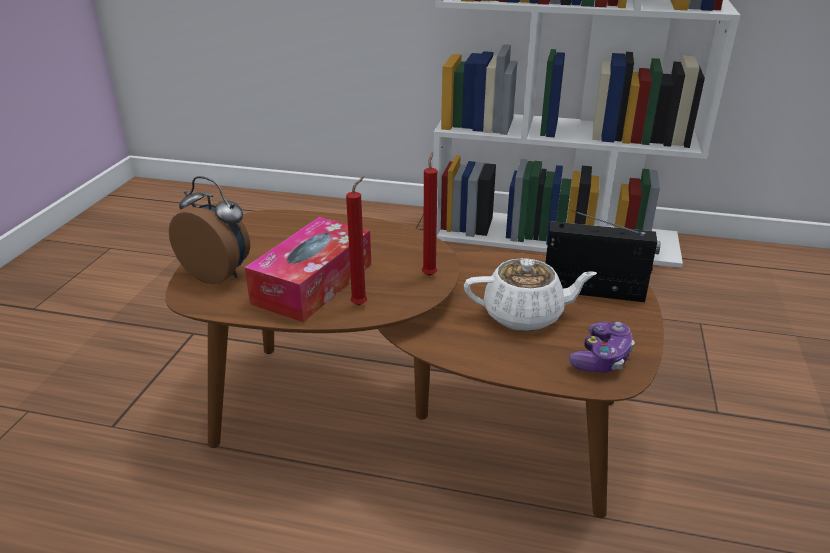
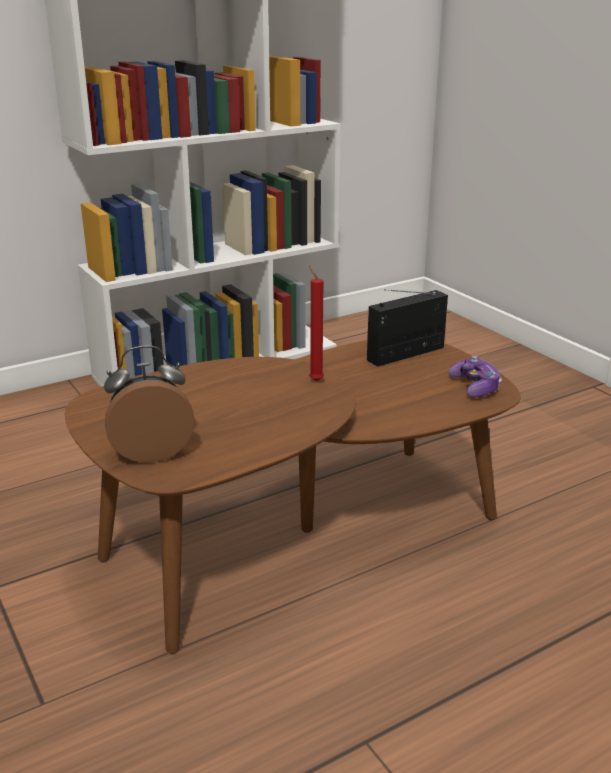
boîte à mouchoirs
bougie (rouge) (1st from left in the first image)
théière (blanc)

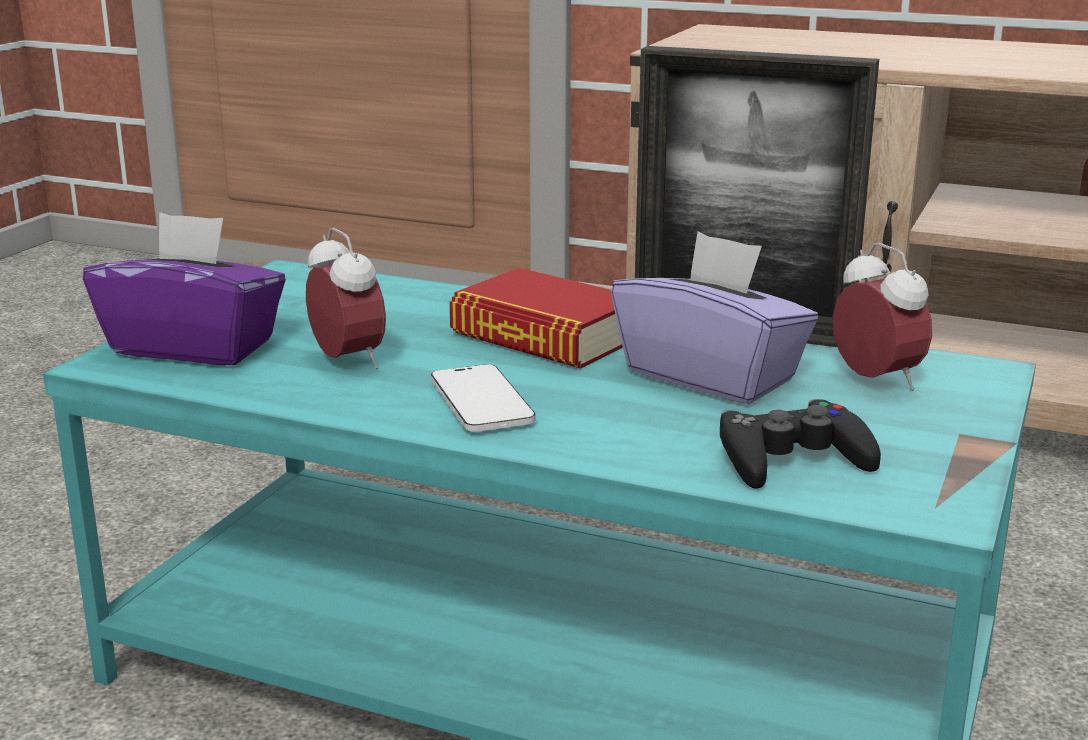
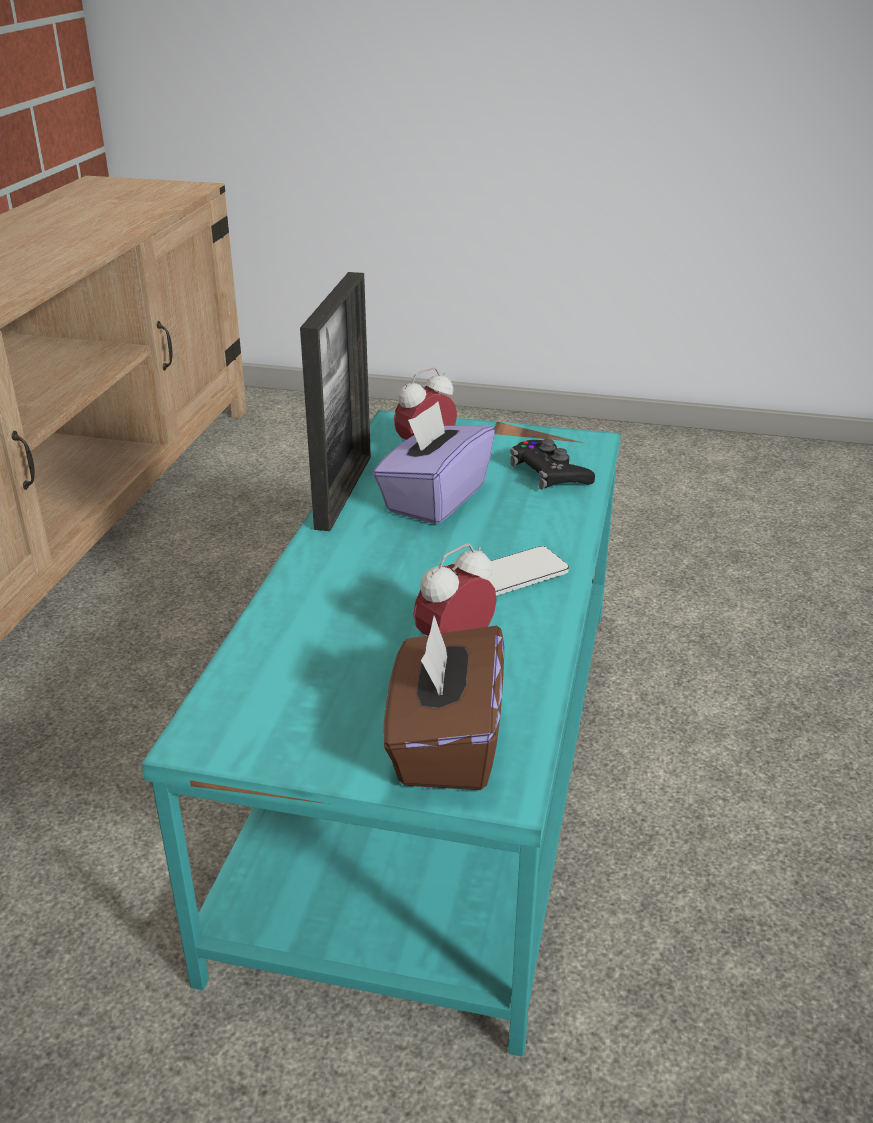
boîte à mouchoirs (marron)
livre

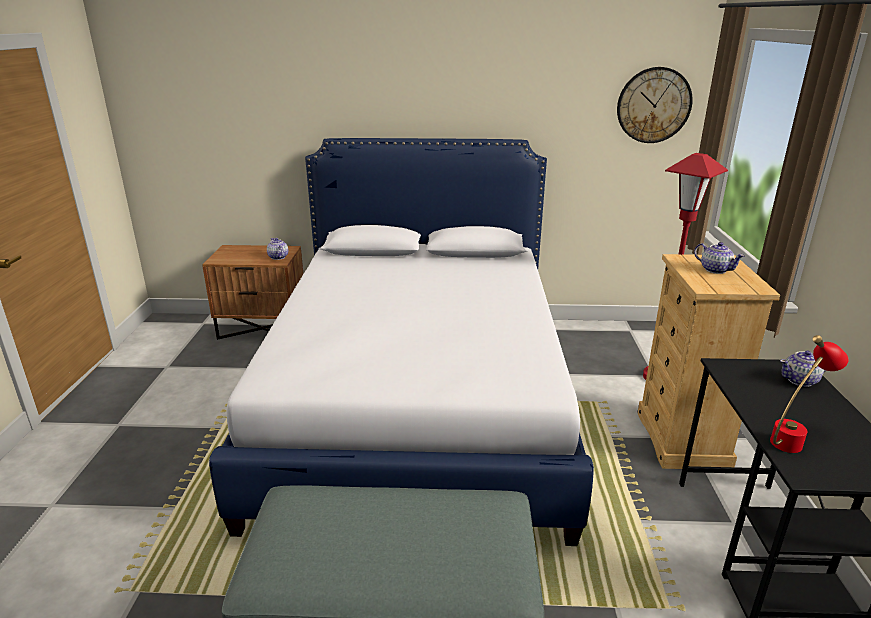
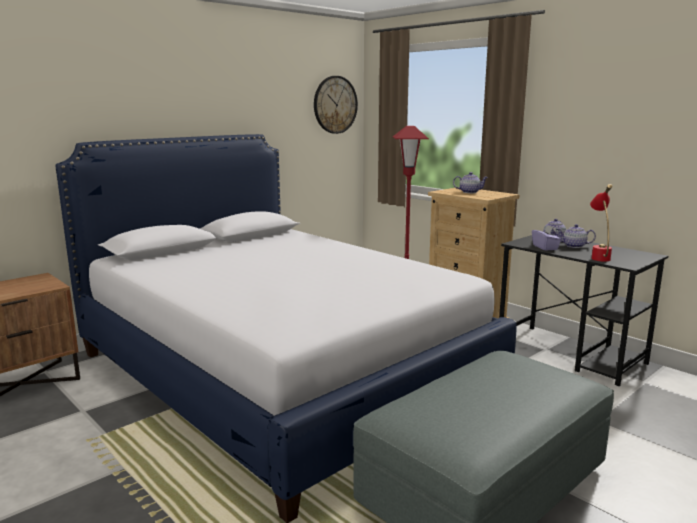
boîte à mouchoirs (violet)
théière (3rd from left)

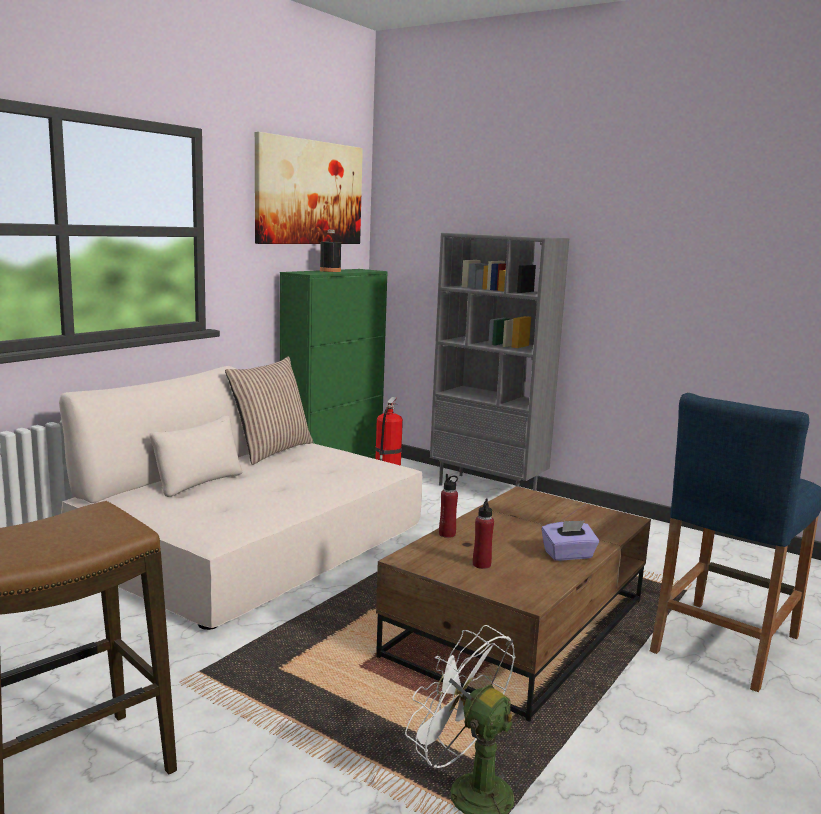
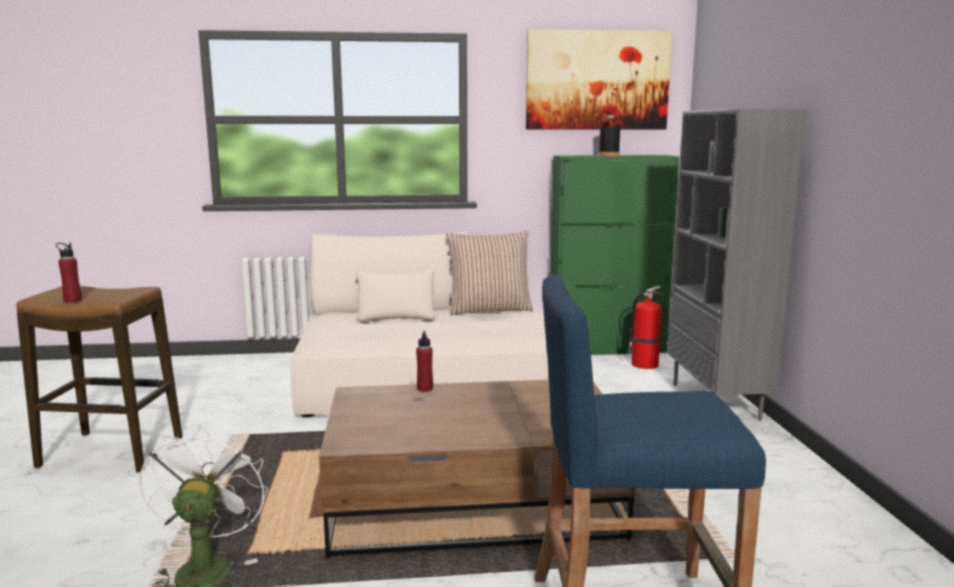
bouteille (rouge) (1st from left)
boîte à mouchoirs (violet)

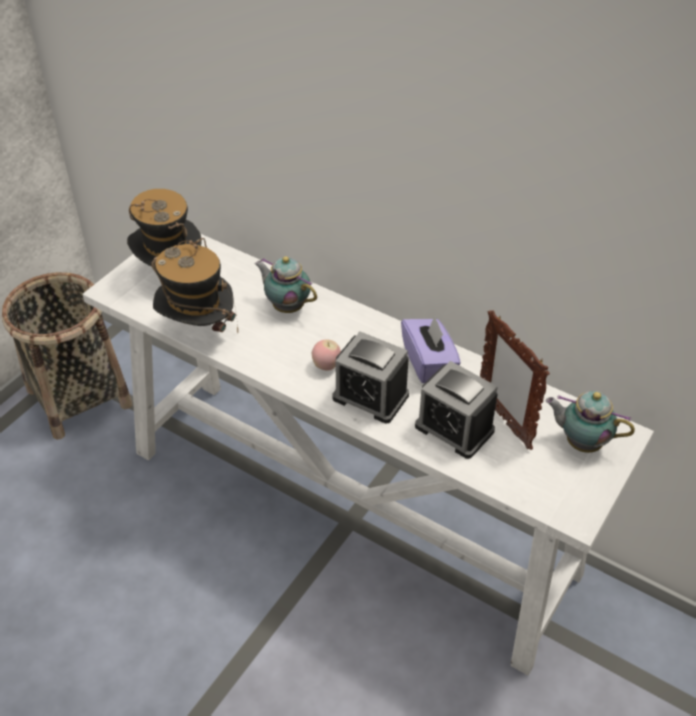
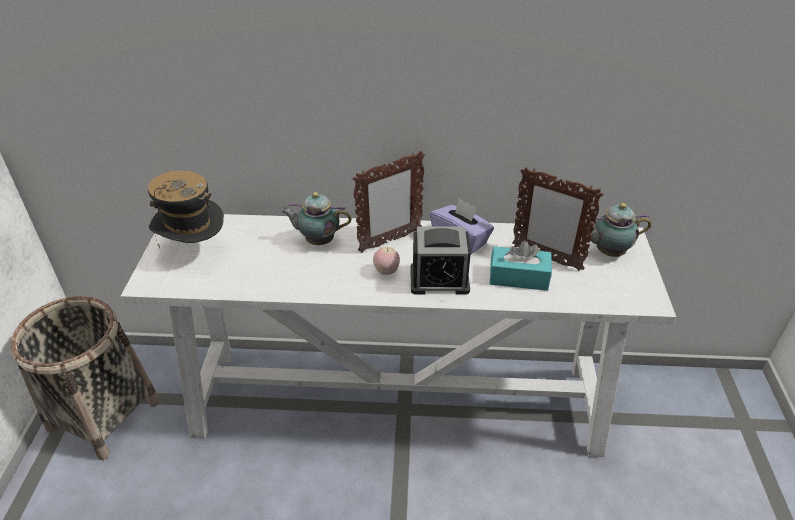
cadre photo (1st from left)
boîte à mouchoirs (turquoise)
chapeau (2nd from left in the first image)

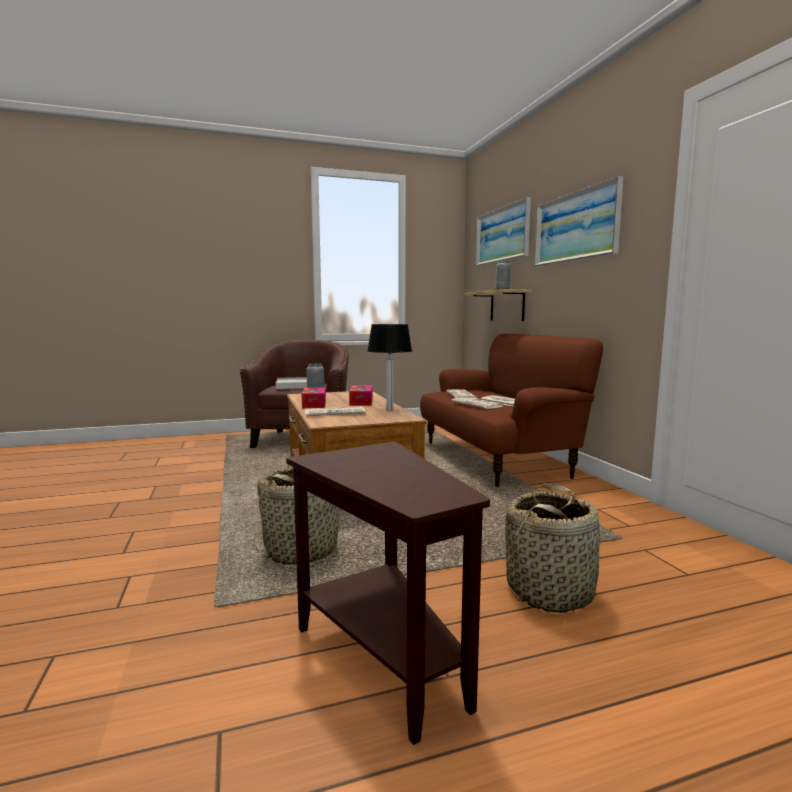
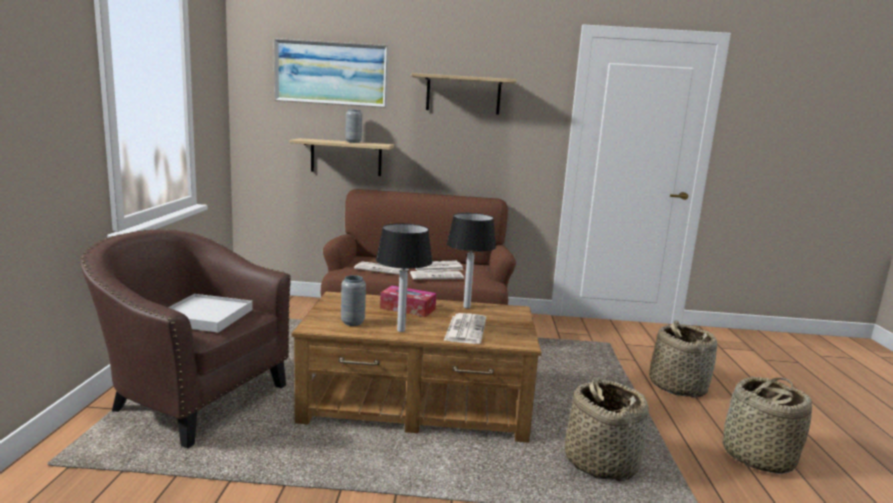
lampe de table (1st from left)
étagère (2nd from left)
panier (3rd from left)

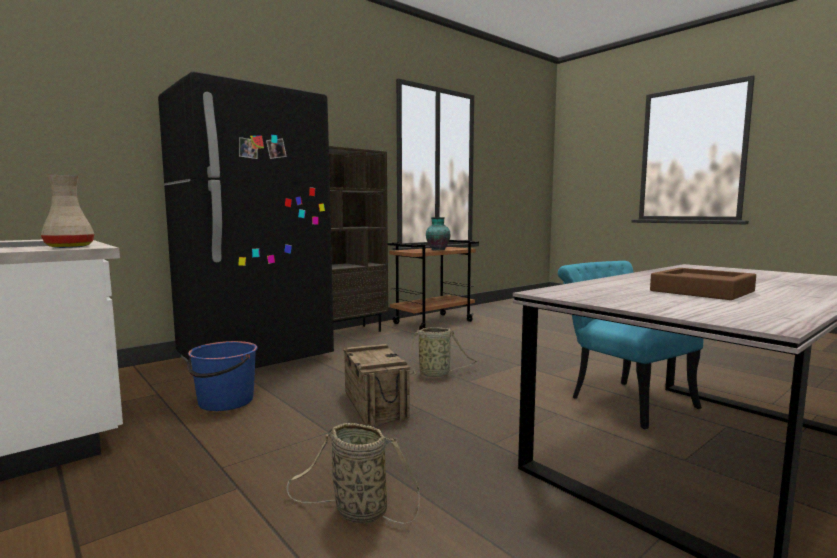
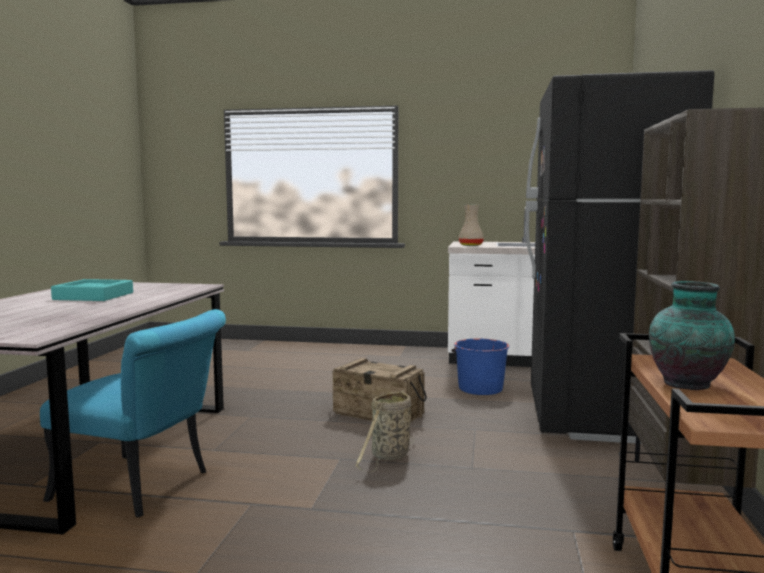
plateau (turquoise)
panier (1st from left in the first image)

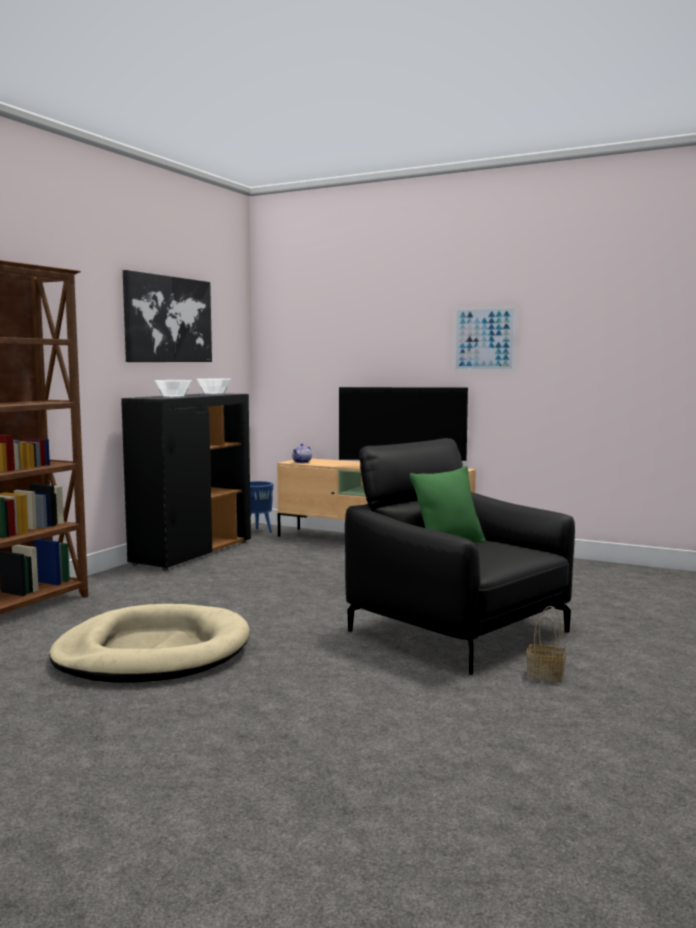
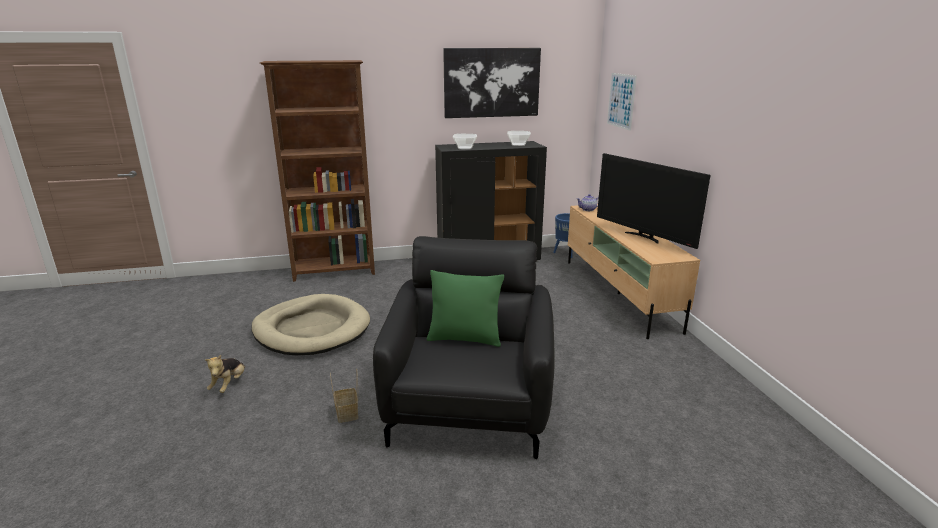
peluche
panier
tableau (2nd from left)

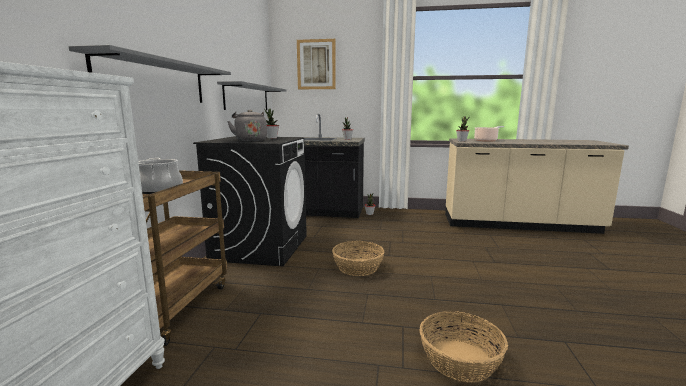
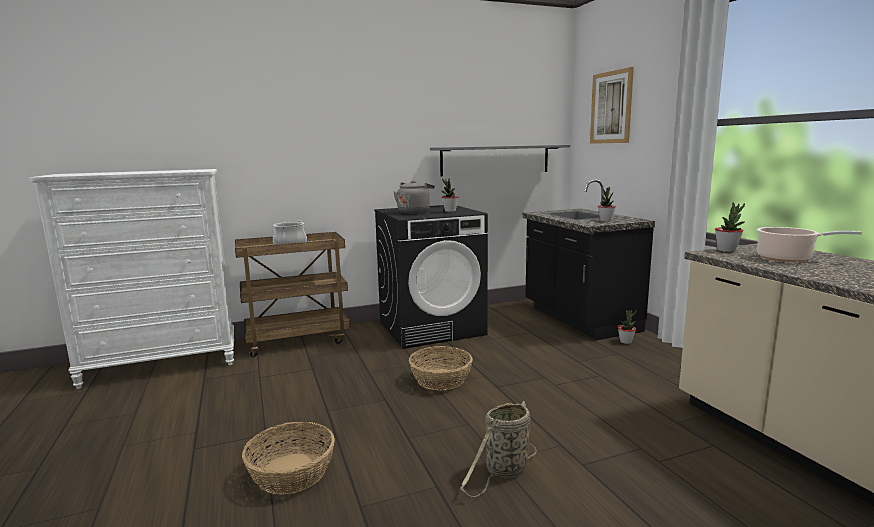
panier (3rd from left)
étagère (gris) (1st from left in the first image)

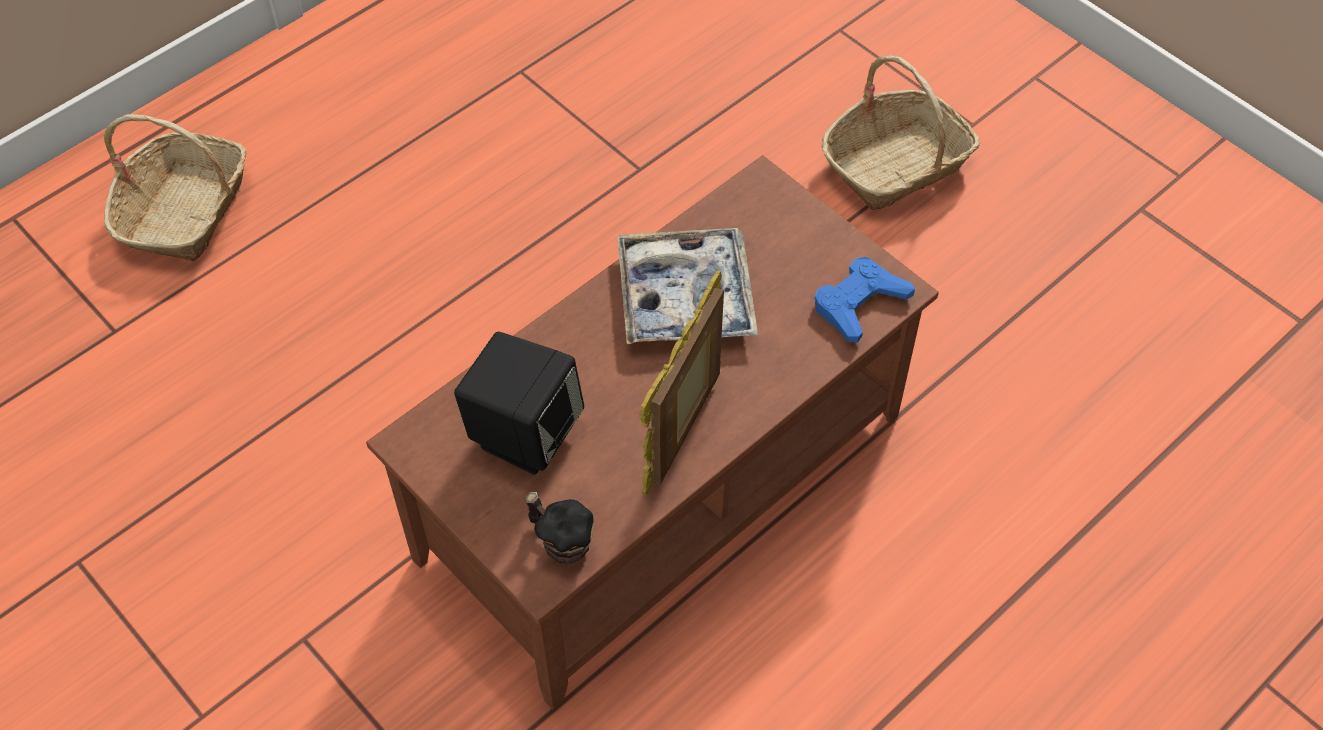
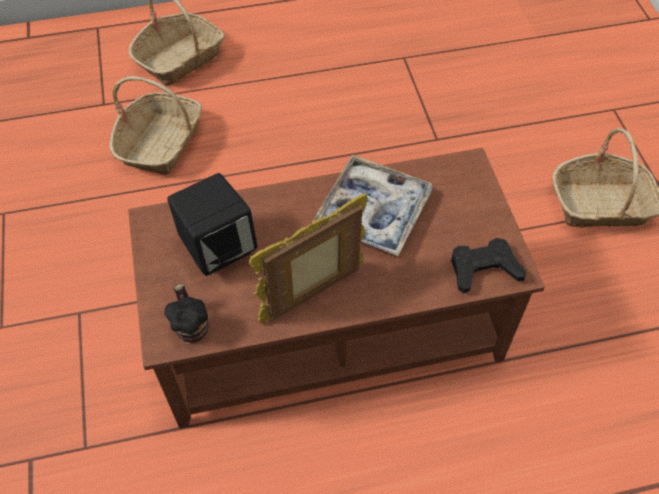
panier (1st from left)
manette (noir)

